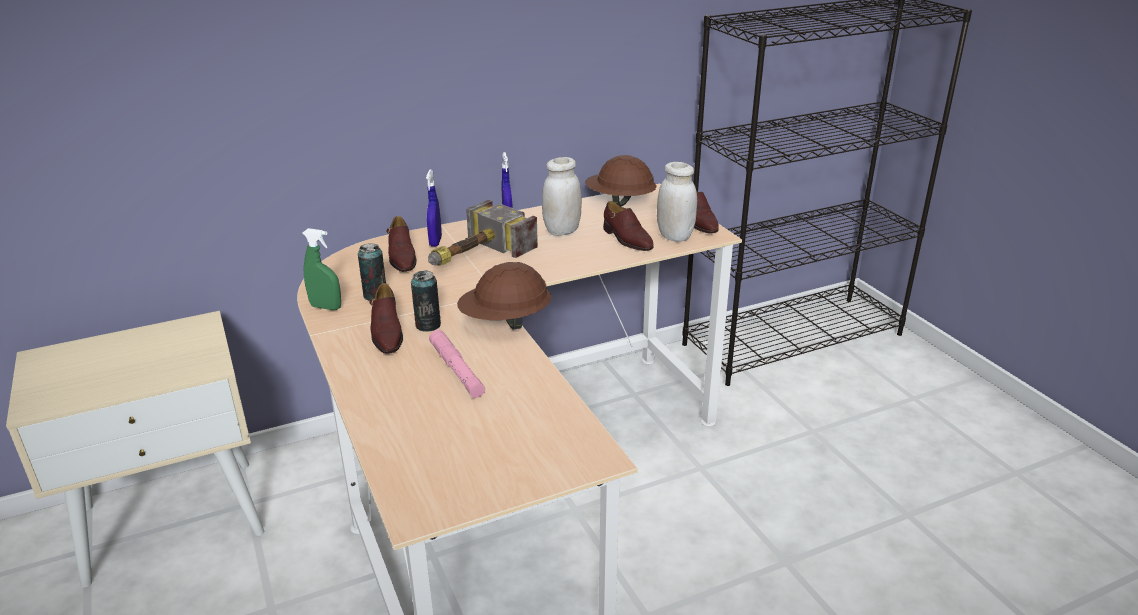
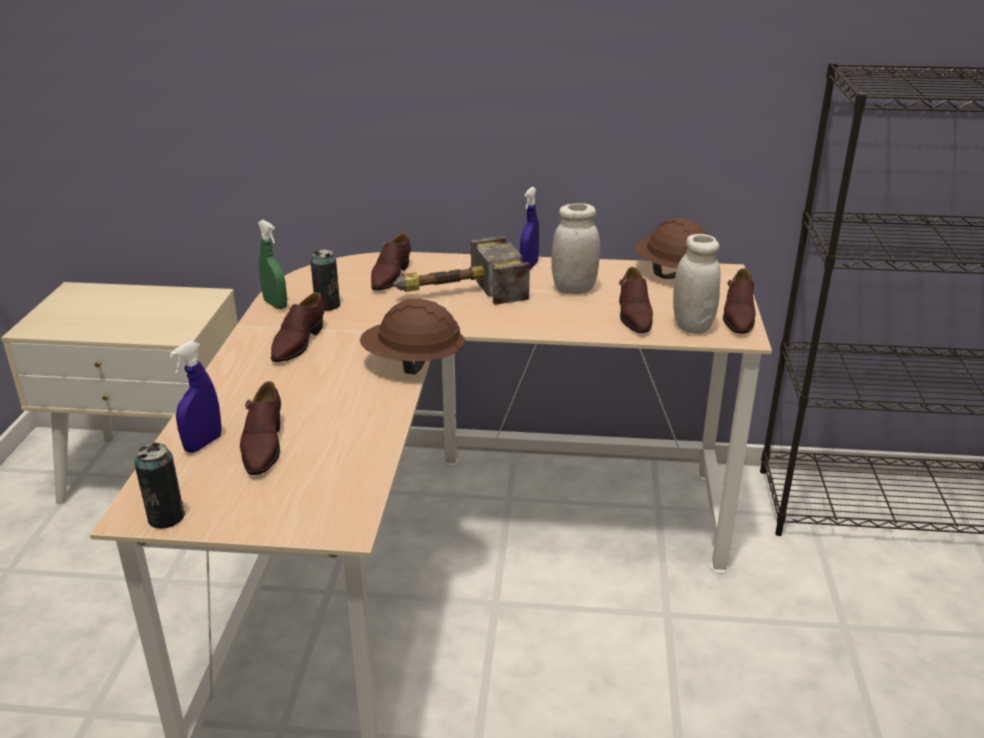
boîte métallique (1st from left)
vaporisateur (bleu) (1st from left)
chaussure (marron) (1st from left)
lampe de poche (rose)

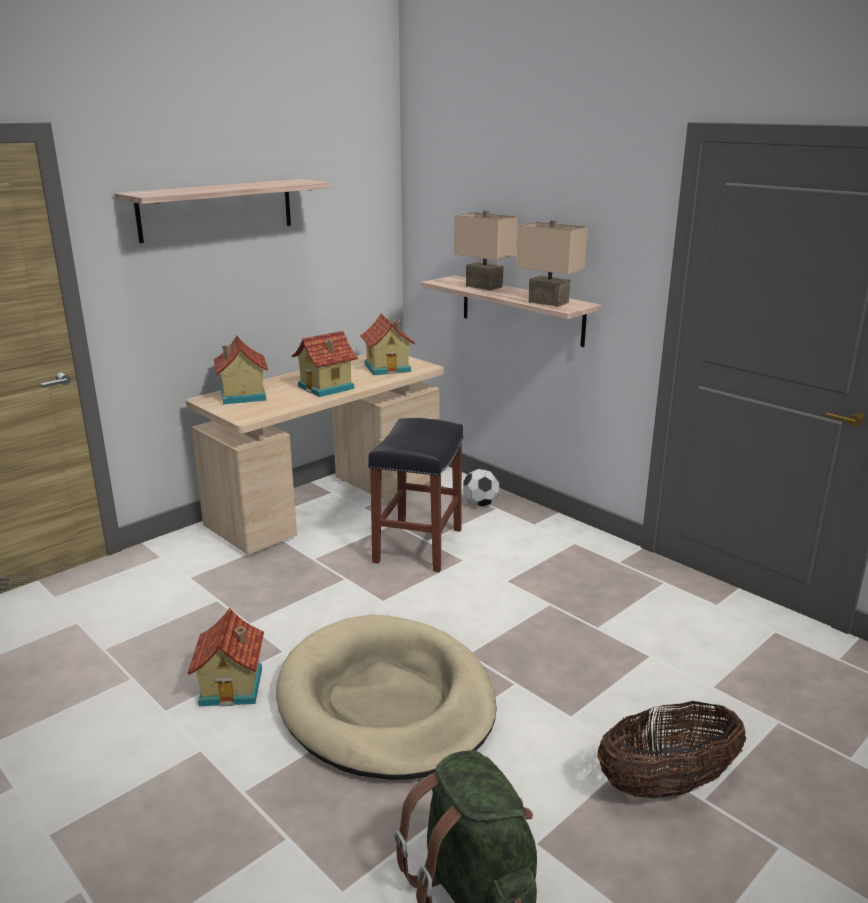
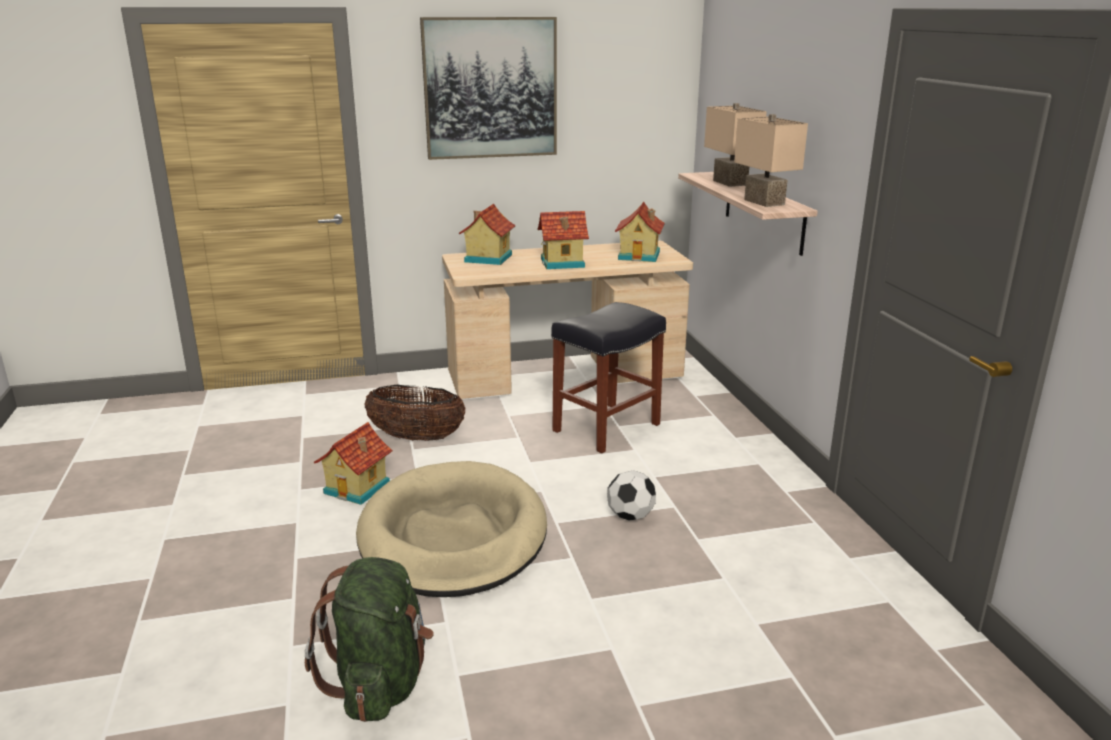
panier
tableau
ballon de foot

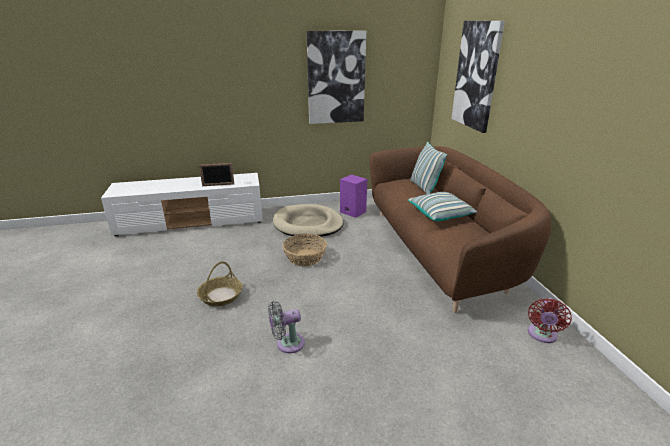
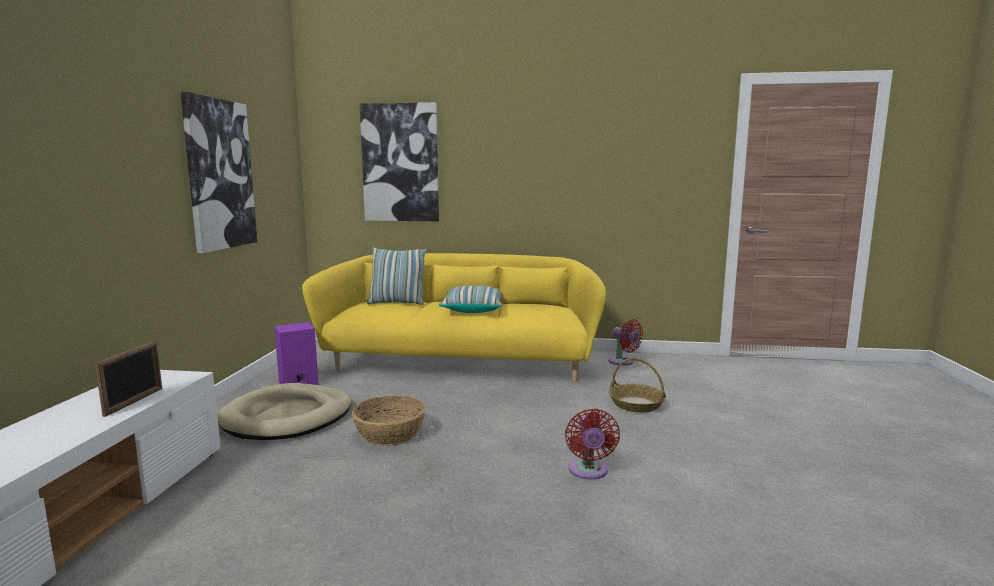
canapé (jaune)
ventilateur (rouge) (1st from left)
panier (2nd from left)

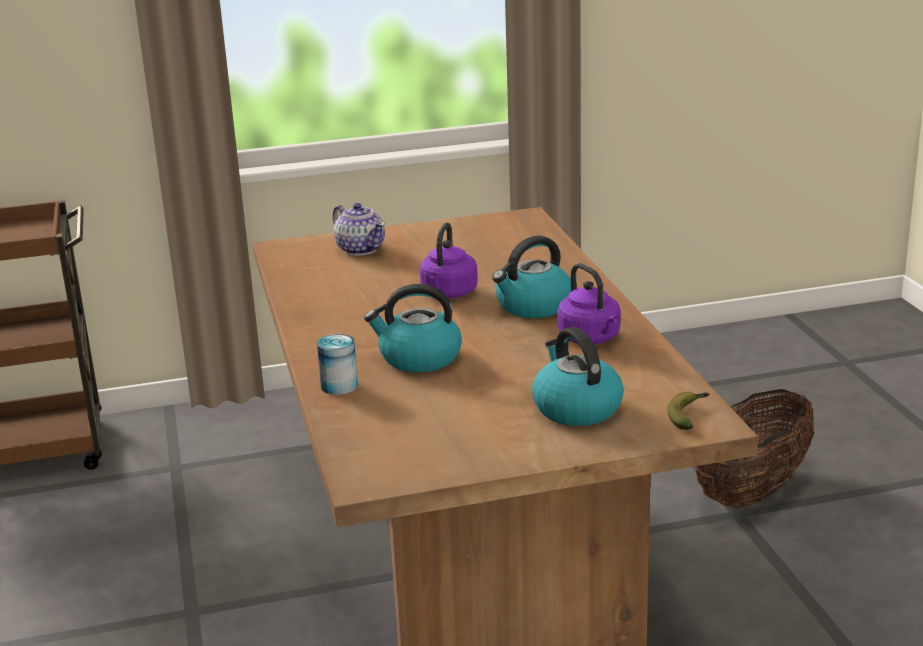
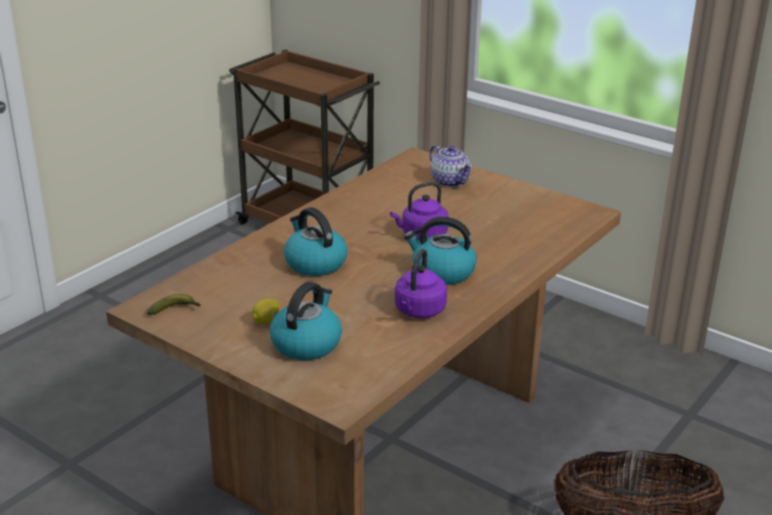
banane
citron
théière
boîte métallique

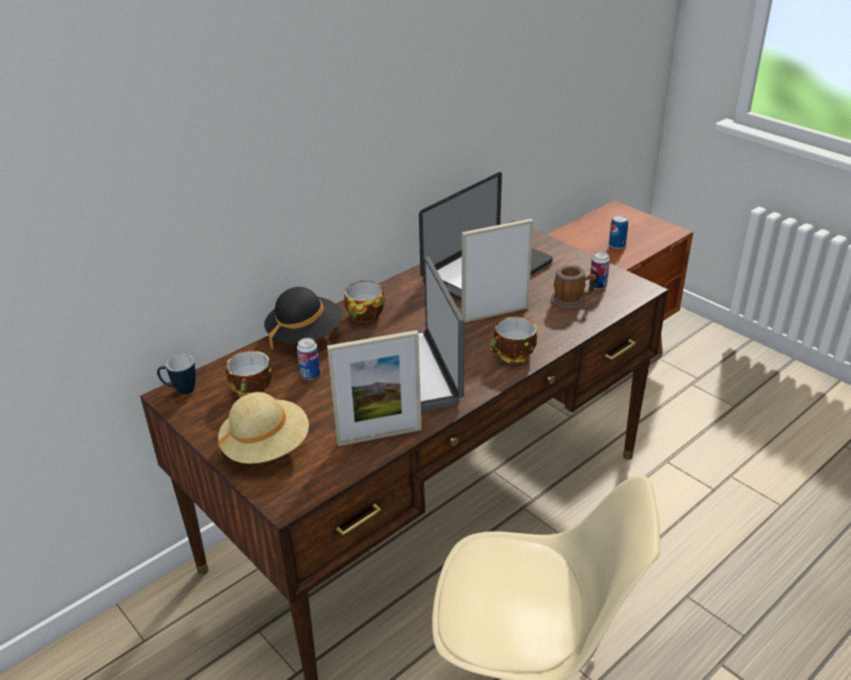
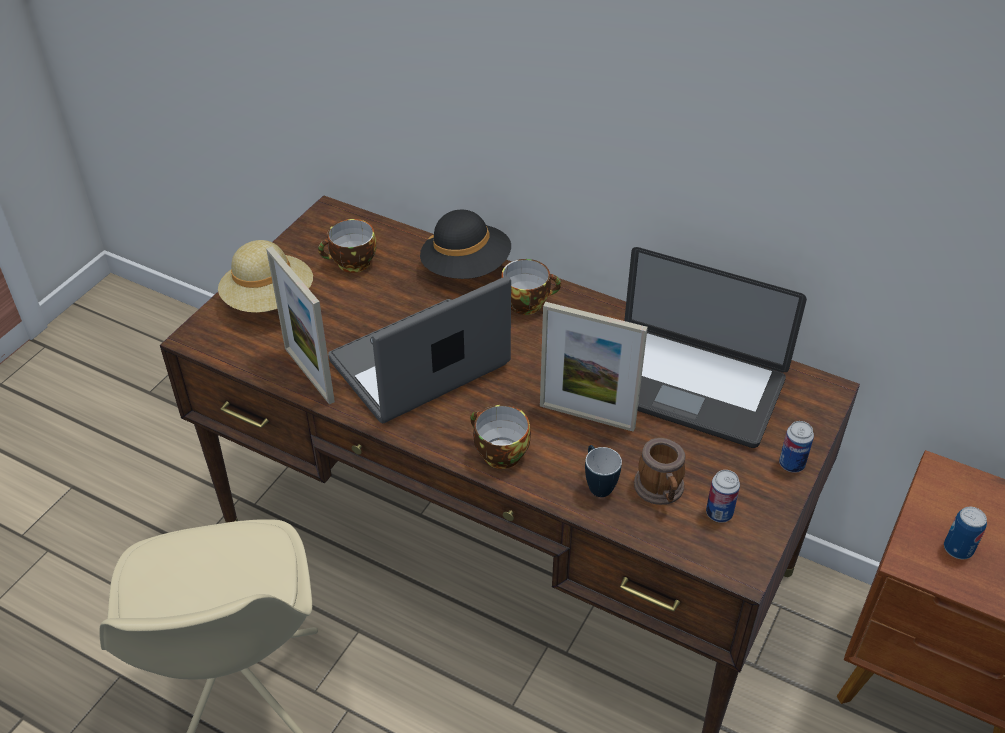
cadre photo (2nd from left)
mug (1st from left)
boîte métallique (2nd from left)

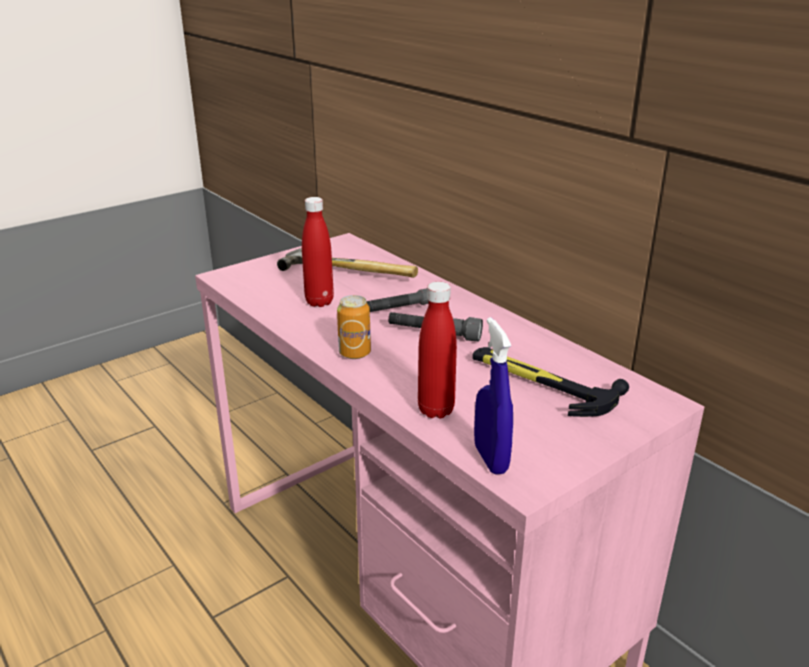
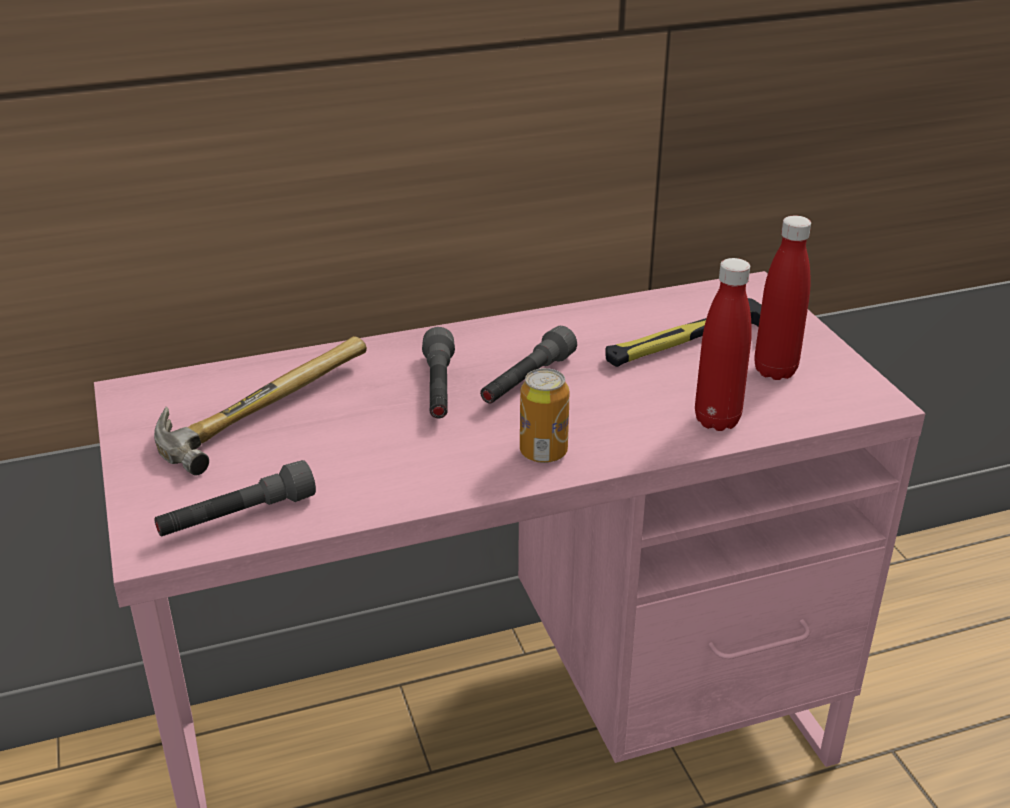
lampe de poche (gris) (1st from left)
bouteille (rouge) (2nd from left)
vaporisateur (bleu)

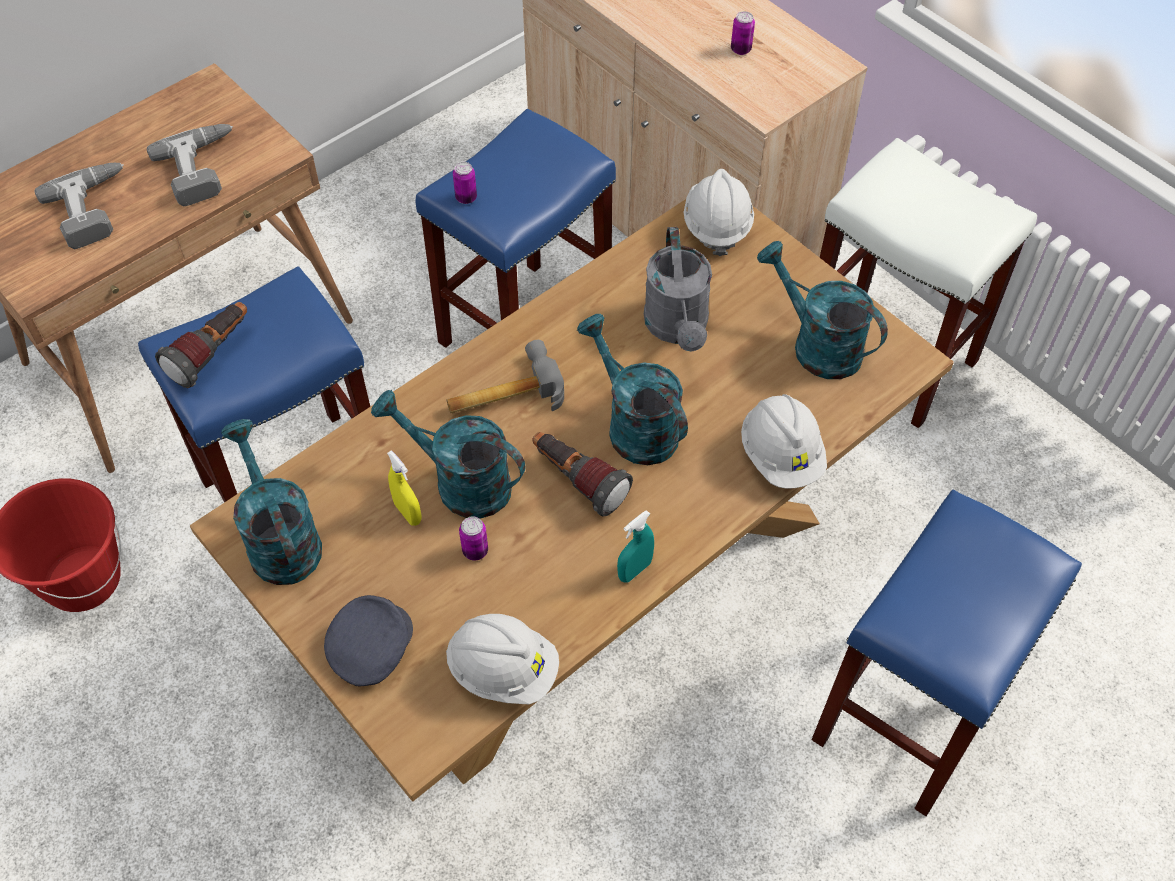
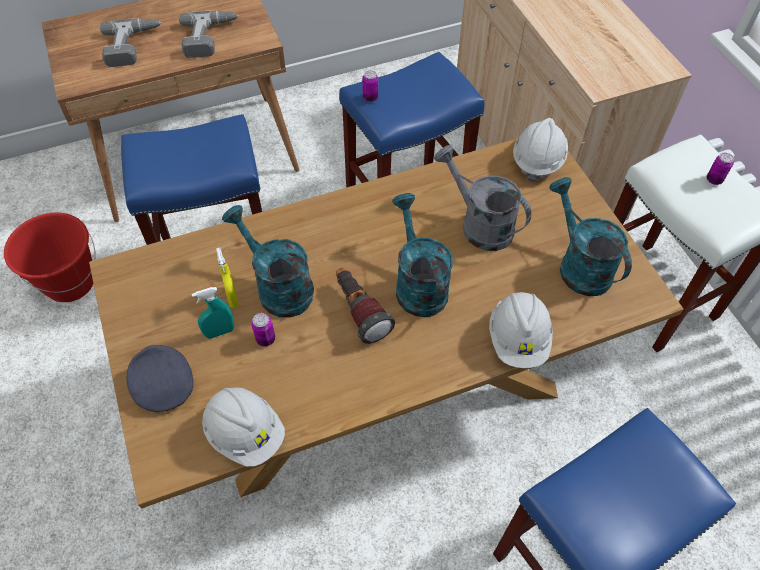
casquette (gris)
vaporisateur (turquoise)
arrosoir (gris)
boîte métallique (3rd from left)
lampe de poche (1st from left in the first image)
arrosoir (turquoise) (1st from left in the first image)
marteau

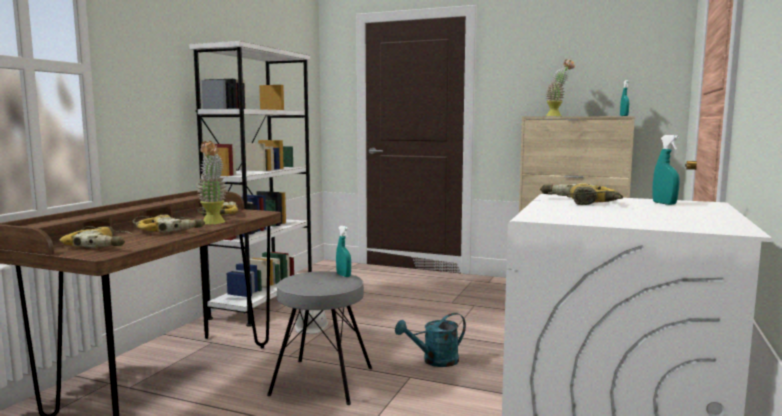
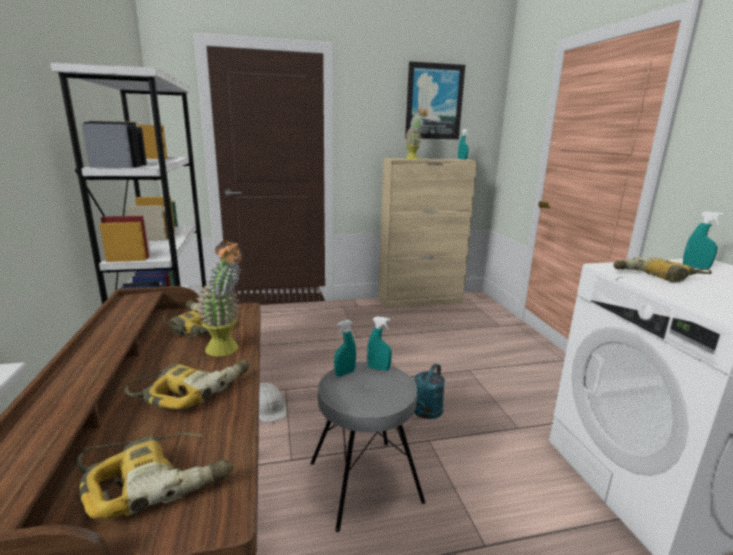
vaporisateur (turquoise) (1st from left)
tableau

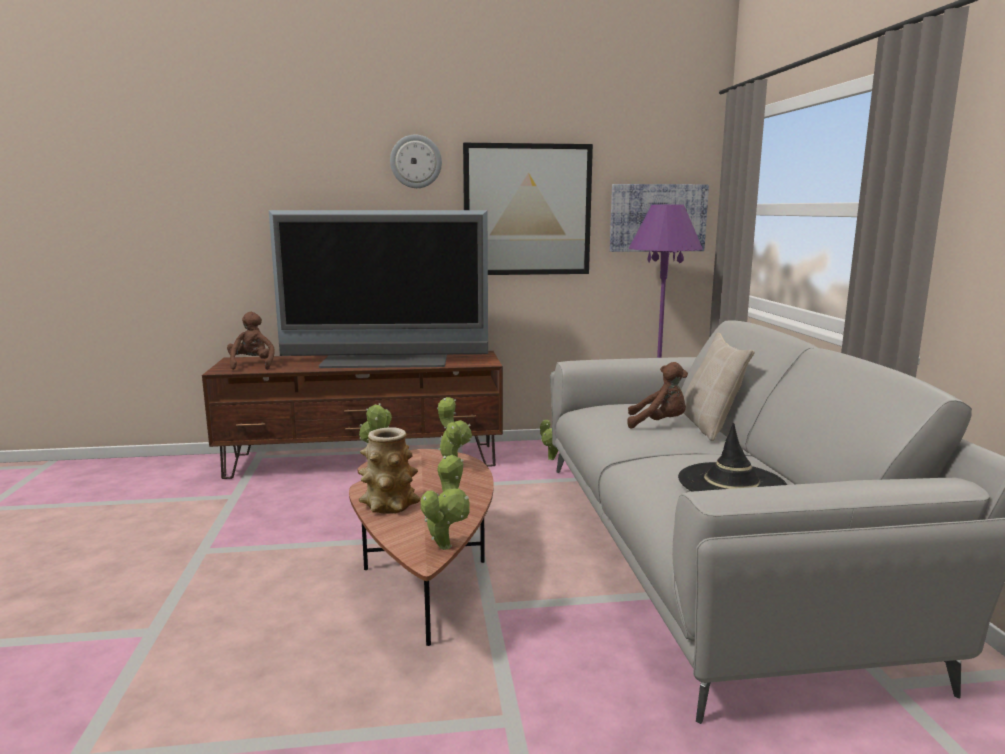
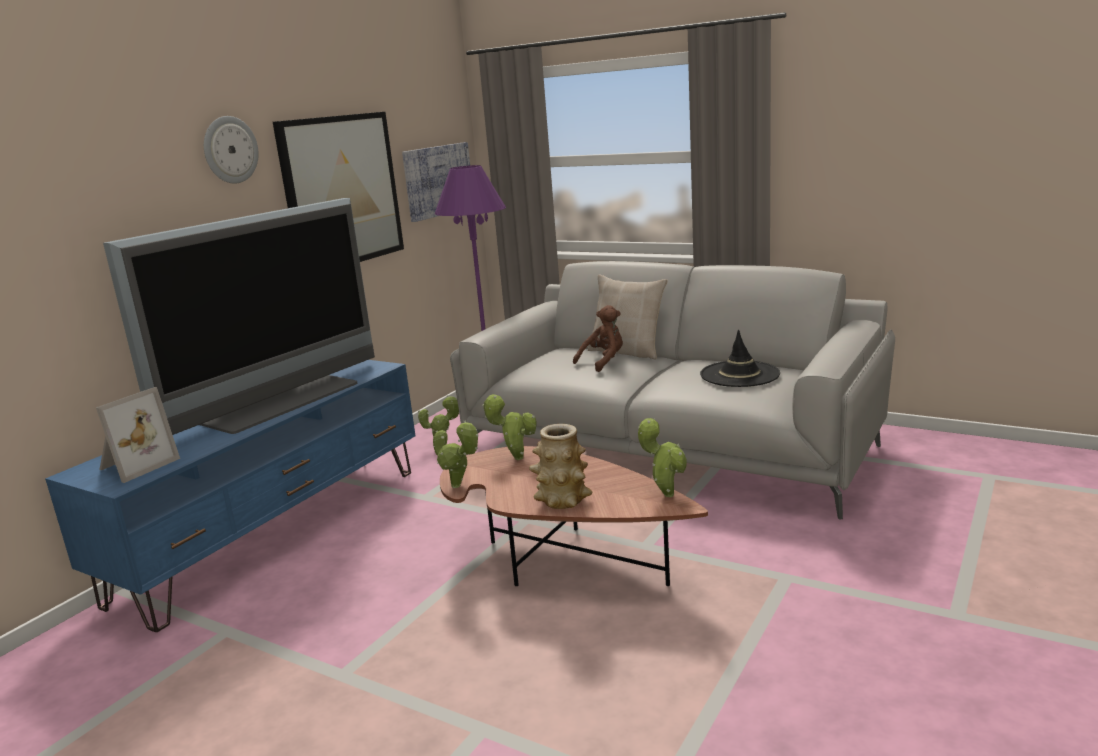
meuble télé (bleu)
cadre photo

